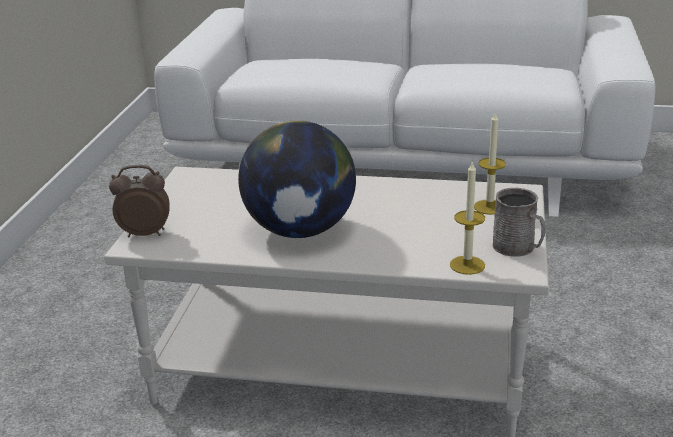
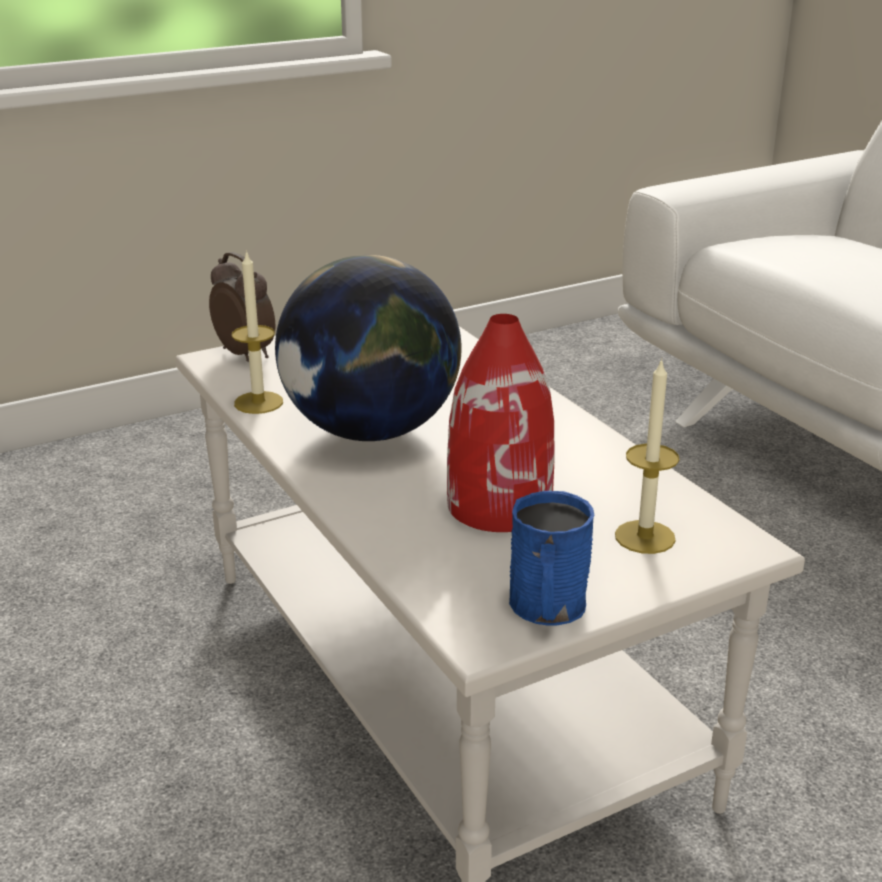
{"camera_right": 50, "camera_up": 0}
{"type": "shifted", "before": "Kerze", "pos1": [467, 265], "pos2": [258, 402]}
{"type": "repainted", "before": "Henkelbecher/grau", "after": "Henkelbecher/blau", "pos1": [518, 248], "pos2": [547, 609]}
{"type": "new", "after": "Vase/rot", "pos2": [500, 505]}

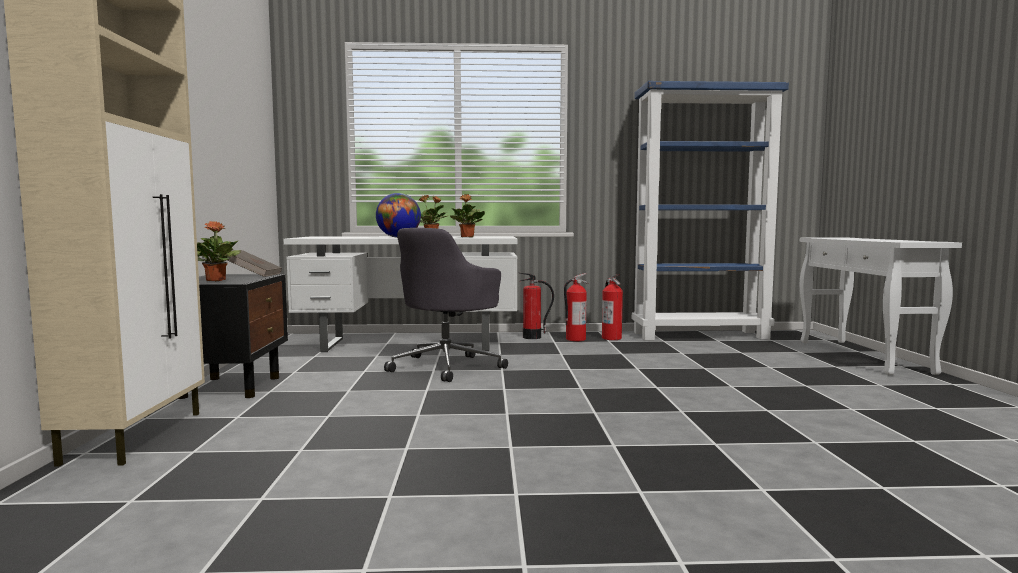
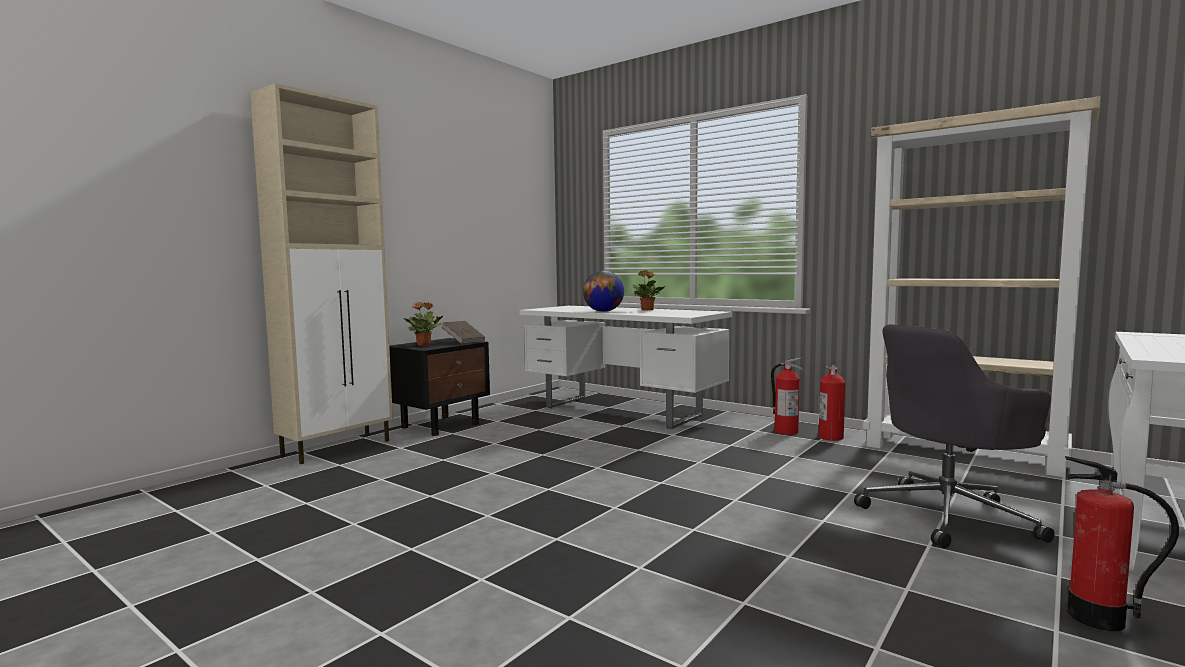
{"camera_right": 40, "camera_up": 0}
{"type": "shifted", "before": "Bürostuhl/grau", "pos1": [447, 366], "pos2": [949, 516]}
{"type": "gone", "before": "Topfpflanze", "pos1": [467, 237]}
{"type": "shifted", "before": "Feuerlöscher", "pos1": [532, 337], "pos2": [1096, 618]}
{"type": "repainted", "before": "Bücherregal/blau", "after": "Bücherregal/beige", "pos1": [700, 335], "pos2": [963, 453]}

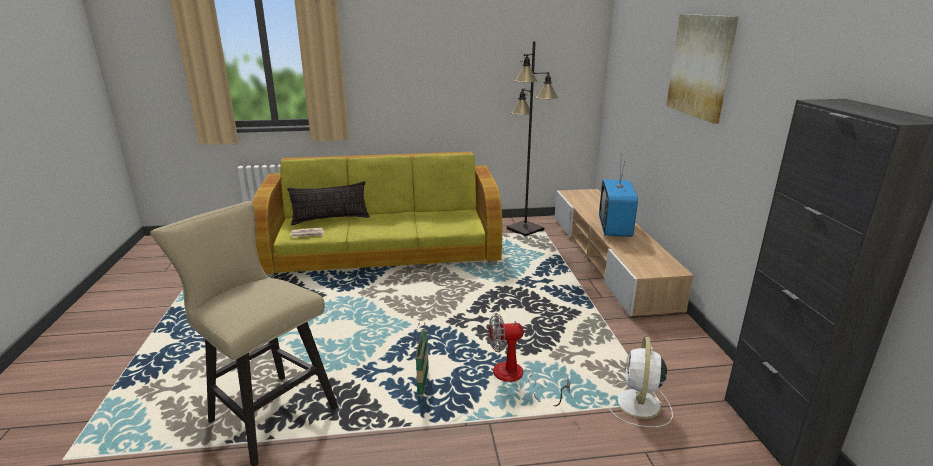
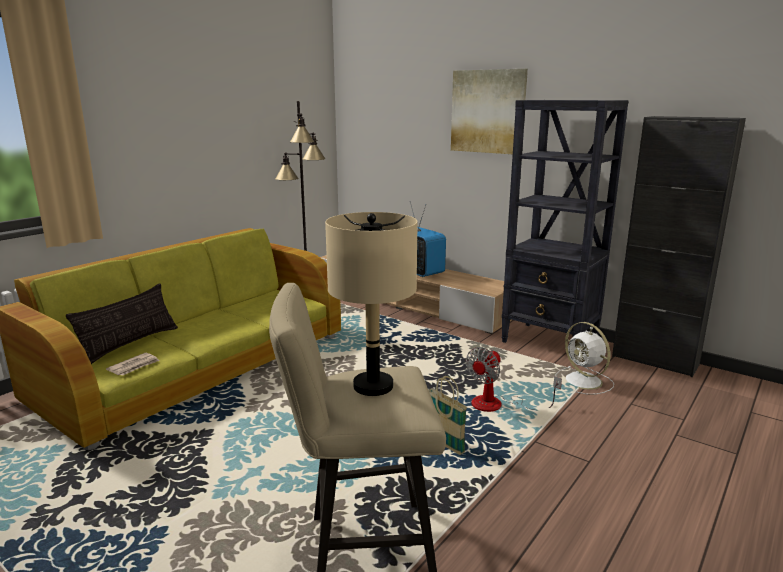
{"camera_right": -45, "camera_up": -5}
{"type": "new", "after": "Tischlampe/beige", "pos2": [373, 386]}
{"type": "new", "after": "Bücherregal/schwarz", "pos2": [550, 342]}

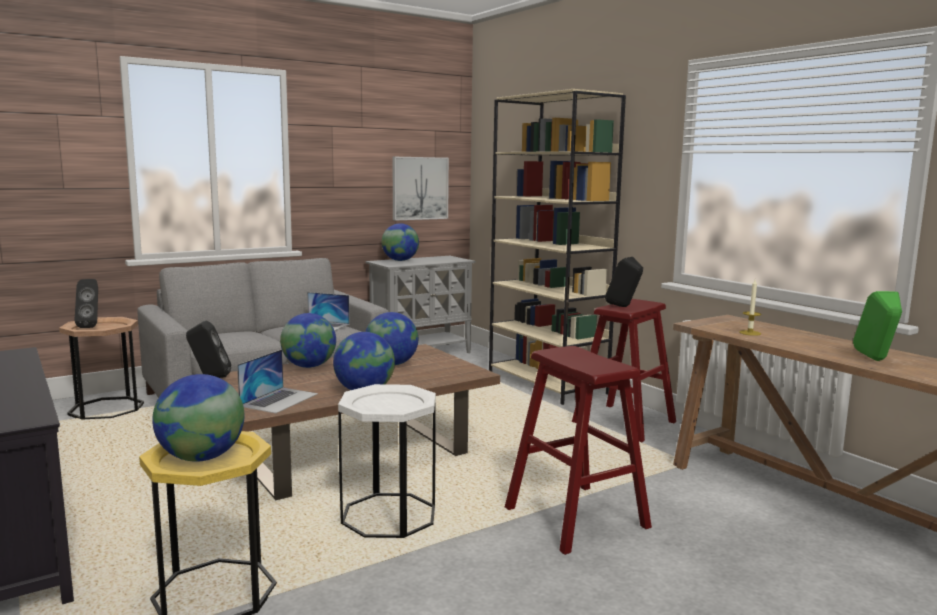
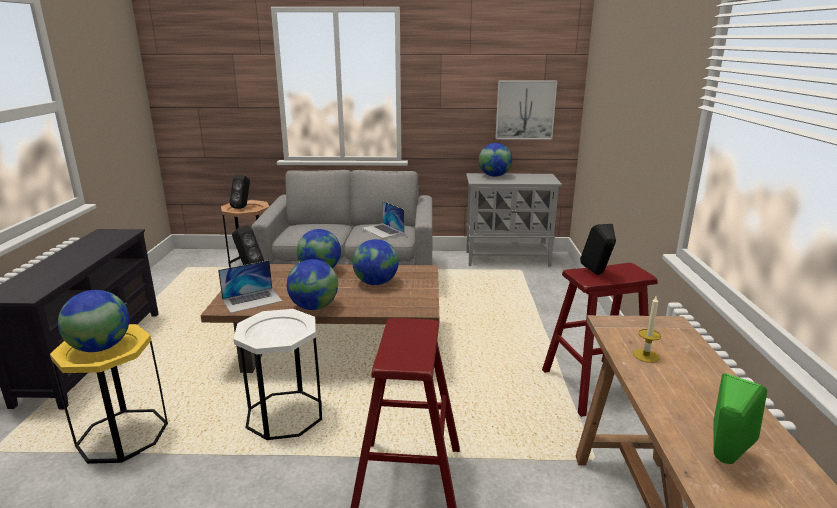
{"camera_right": 35, "camera_up": 10}
{"type": "gone", "before": "Bücherregal/beige", "pos1": [547, 383]}

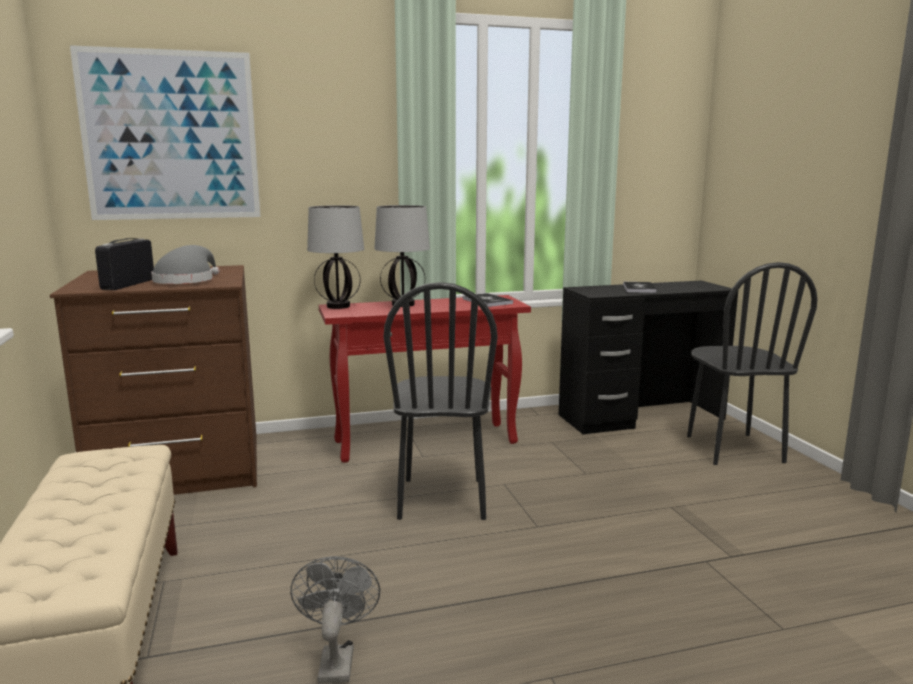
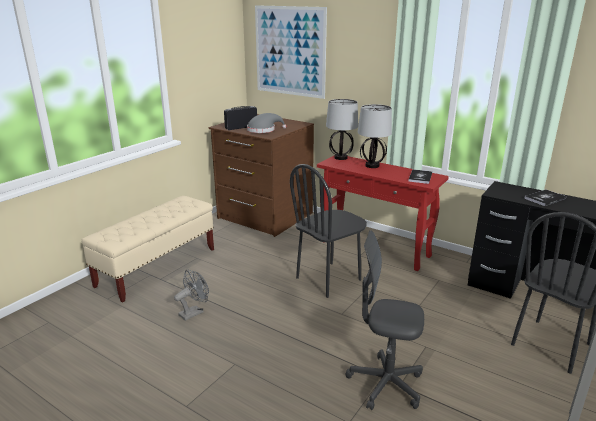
{"camera_right": 50, "camera_up": 10}
{"type": "new", "after": "Bürostuhl/grau", "pos2": [385, 384]}

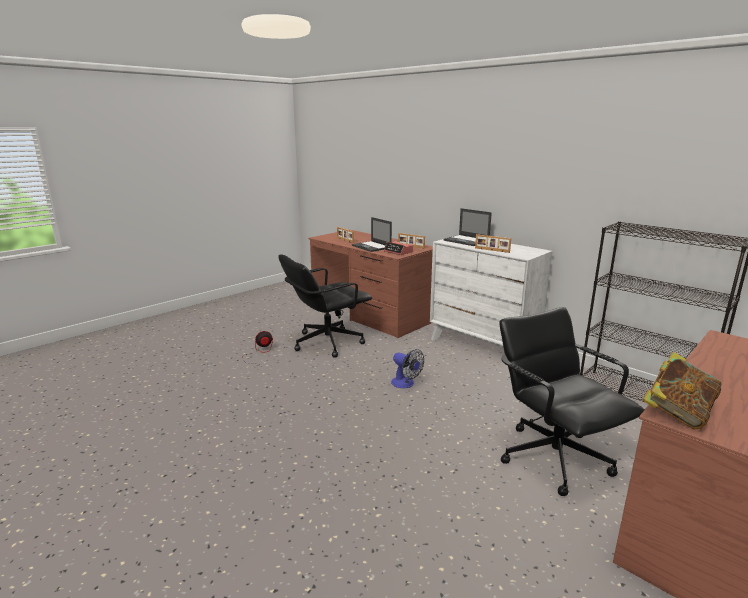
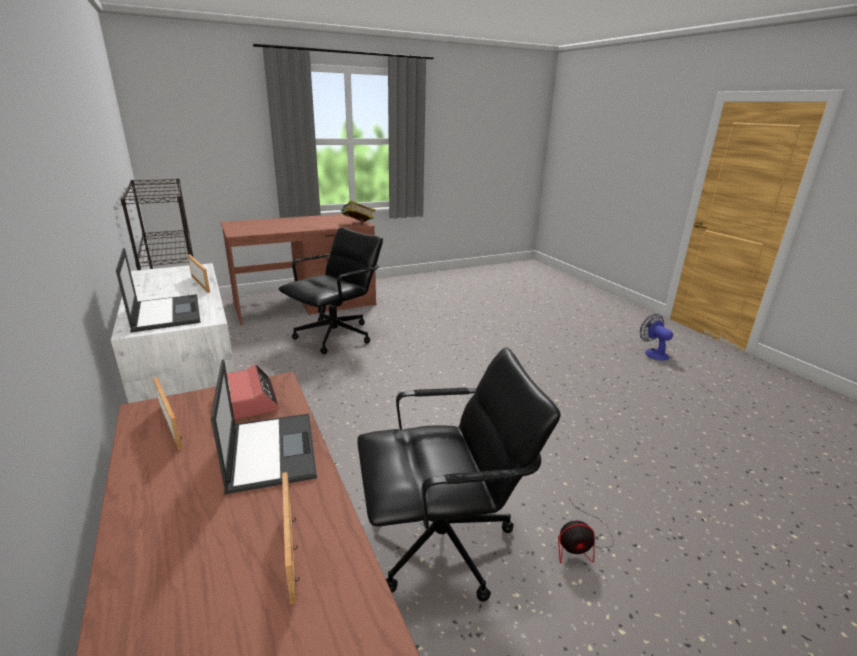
{"camera_right": -160, "camera_up": 5}
{"type": "shifted", "before": "Ventilator", "pos1": [405, 384], "pos2": [653, 353]}
{"type": "rotated", "before": "Bürostuhl/schwarz", "pos1": [554, 457], "pos2": [336, 336], "turn": -135}

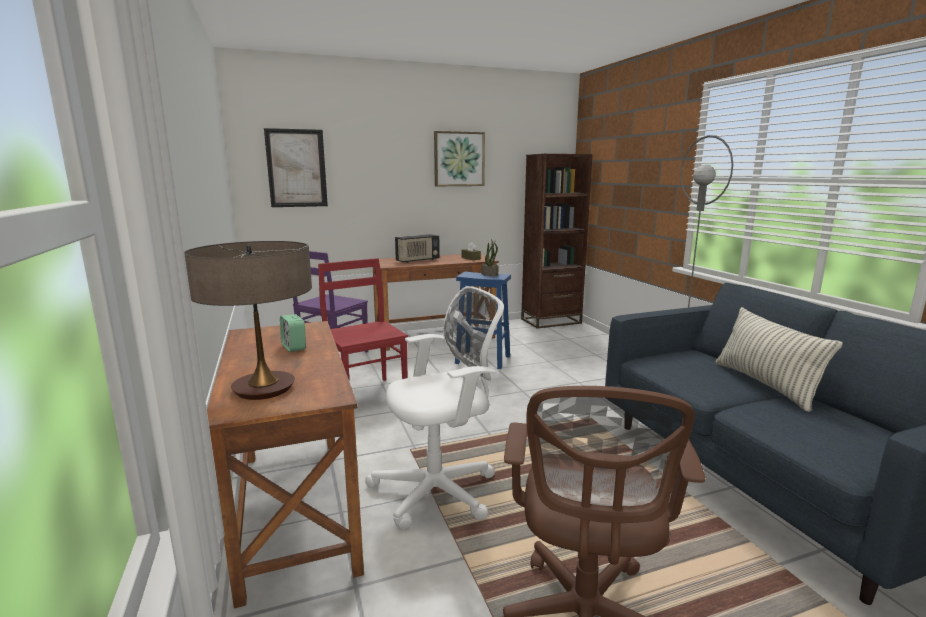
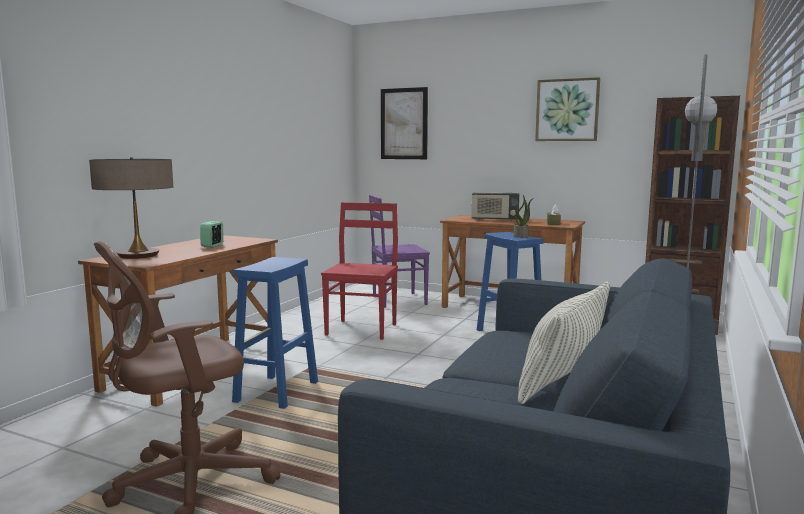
{"camera_right": 45, "camera_up": -5}
{"type": "swapped", "before": "Bürostuhl/weiß", "after": "Hocker/blau", "pos1": [440, 490], "pos2": [276, 392]}

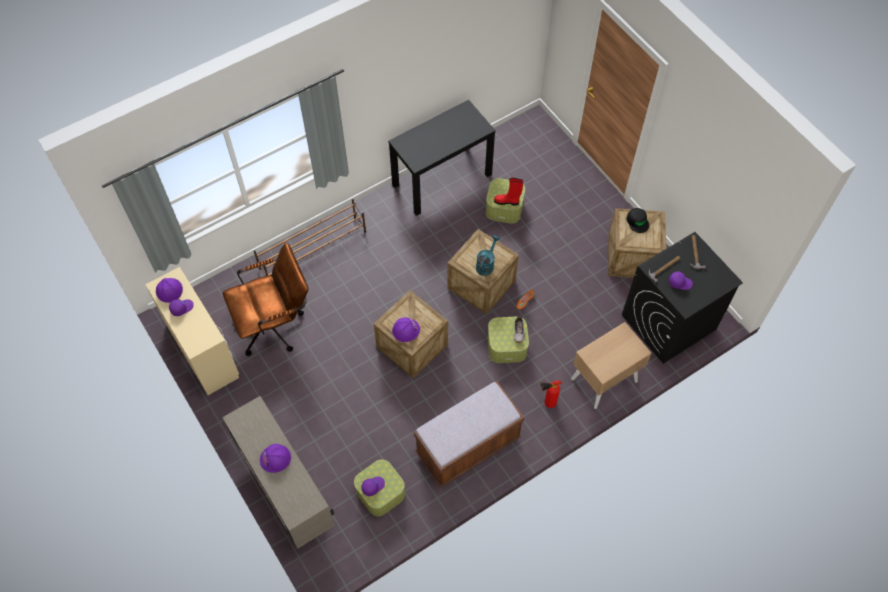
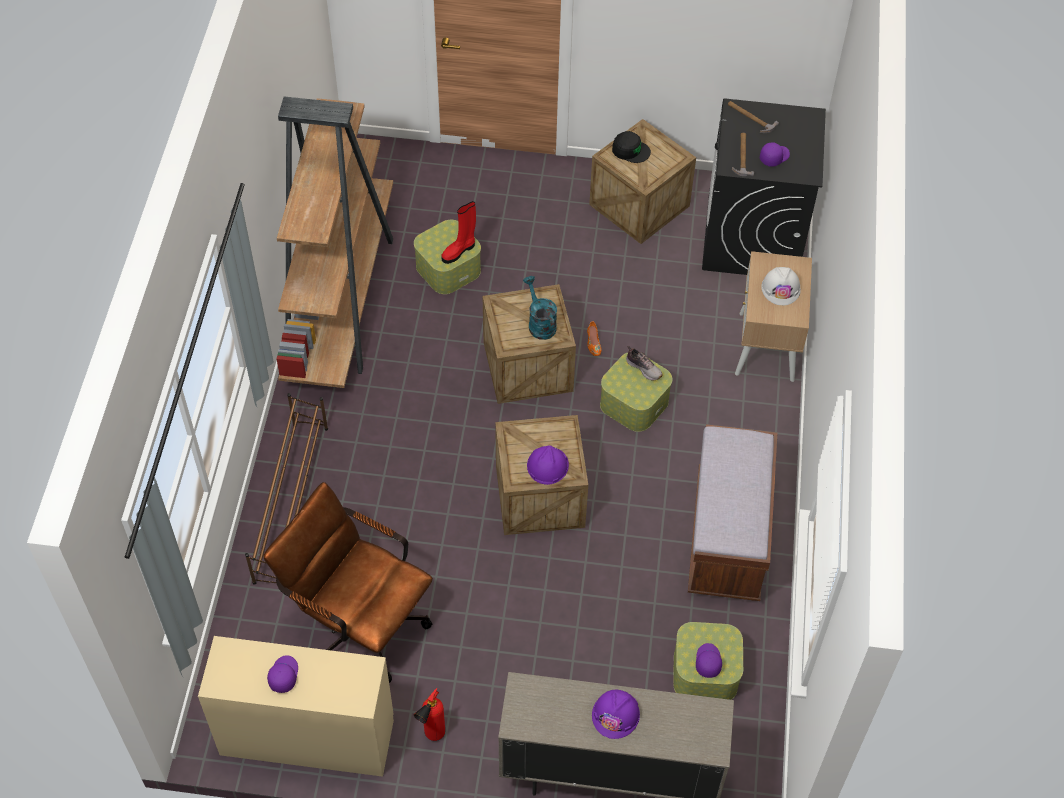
{"camera_right": -50, "camera_up": -5}
{"type": "gone", "before": "Schutzhelm/lila", "pos1": [169, 290]}
{"type": "rotated", "before": "Bürostuhl/braun", "pos1": [275, 325], "pos2": [358, 623], "turn": -75}
{"type": "swapped", "before": "Konsolentisch/schwarz", "after": "Bücherregal/braun", "pos1": [442, 179], "pos2": [340, 298]}
{"type": "shifted", "before": "Feuerlöscher", "pos1": [547, 403], "pos2": [432, 736]}
{"type": "new", "after": "Schutzhelm/weiß", "pos2": [781, 288]}

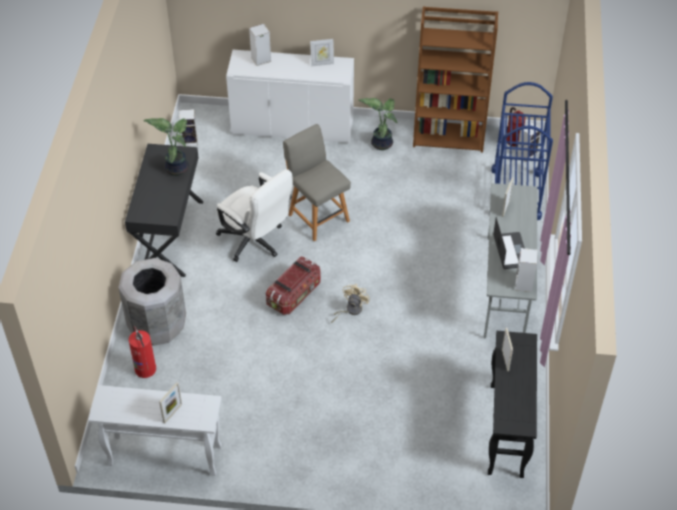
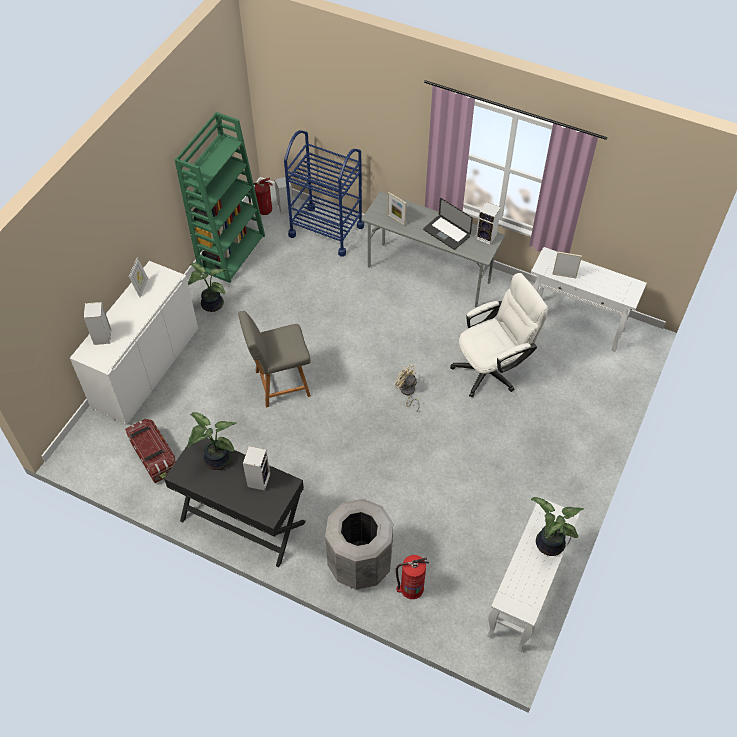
{"camera_right": -70, "camera_up": 5}
{"type": "swapped", "before": "Bilderrahmen", "after": "Topfpflanze", "pos1": [172, 413], "pos2": [547, 544]}
{"type": "shifted", "before": "Lautsprecher", "pos1": [190, 141], "pos2": [258, 479]}
{"type": "shifted", "before": "Bürostuhl/weiß", "pos1": [255, 242], "pos2": [492, 368]}
{"type": "shifted", "before": "Aufbewahrungsbox", "pos1": [294, 294], "pos2": [154, 457]}
{"type": "repainted", "before": "Bücherregal/braun", "after": "Bücherregal/grün", "pos1": [449, 136], "pos2": [231, 252]}
{"type": "repainted", "before": "Konsolentisch/schwarz", "after": "Konsolentisch/weiß", "pos1": [506, 431], "pos2": [576, 325]}
{"type": "rotated", "before": "Laptop", "pos1": [510, 251], "pos2": [446, 233], "turn": -150}

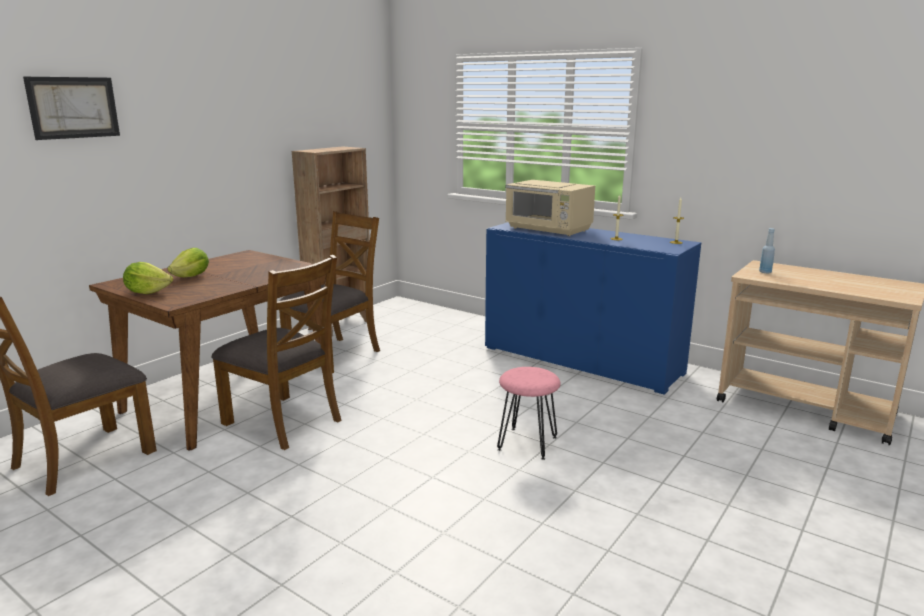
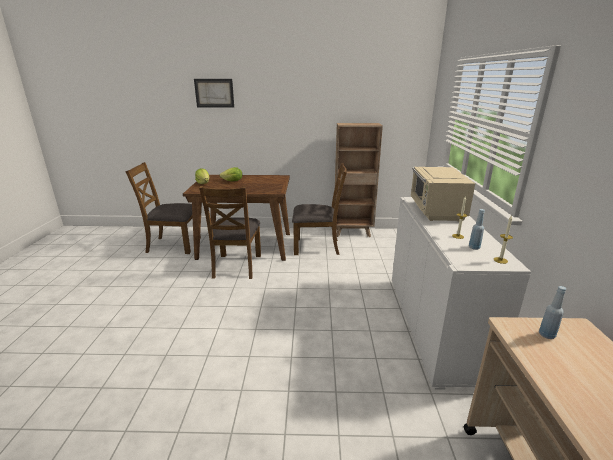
{"camera_right": 55, "camera_up": 5}
{"type": "repainted", "before": "Schrank/blau", "after": "Schrank/weiß", "pos1": [581, 360], "pos2": [433, 325]}
{"type": "gone", "before": "Hocker/rosa", "pos1": [527, 443]}
{"type": "new", "after": "Flasche/blau", "pos2": [474, 247]}

